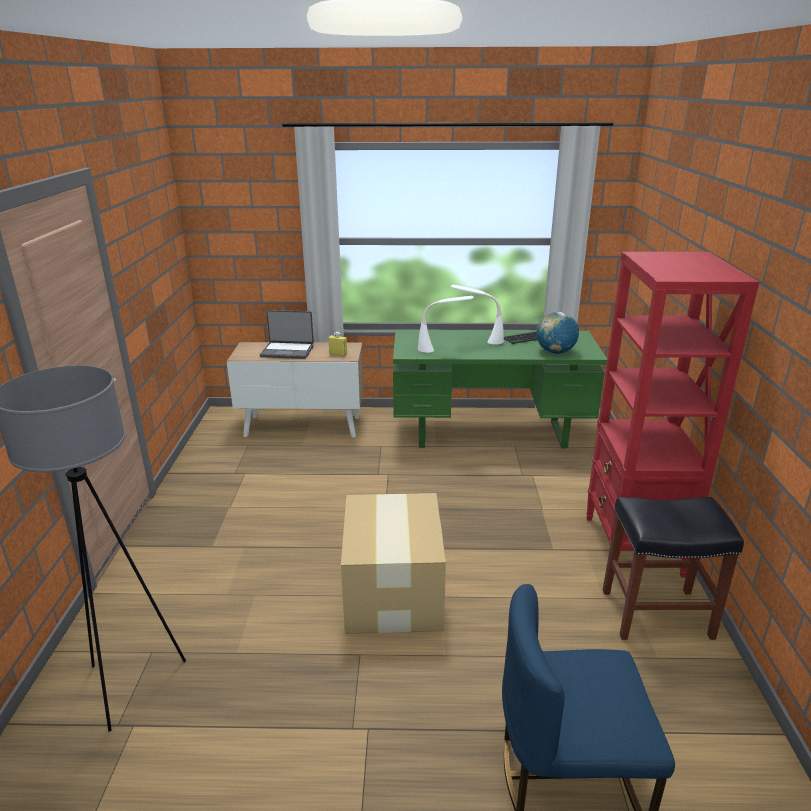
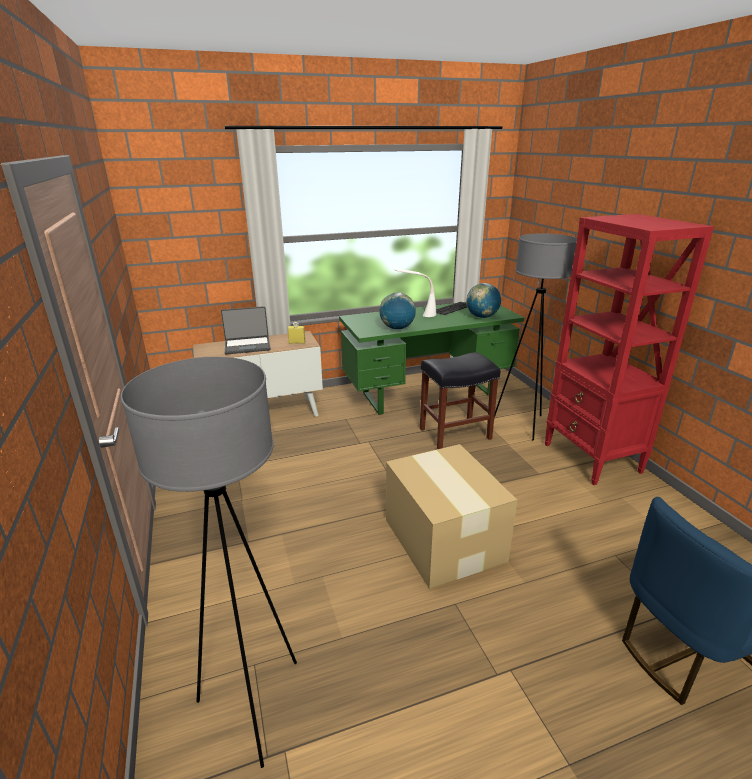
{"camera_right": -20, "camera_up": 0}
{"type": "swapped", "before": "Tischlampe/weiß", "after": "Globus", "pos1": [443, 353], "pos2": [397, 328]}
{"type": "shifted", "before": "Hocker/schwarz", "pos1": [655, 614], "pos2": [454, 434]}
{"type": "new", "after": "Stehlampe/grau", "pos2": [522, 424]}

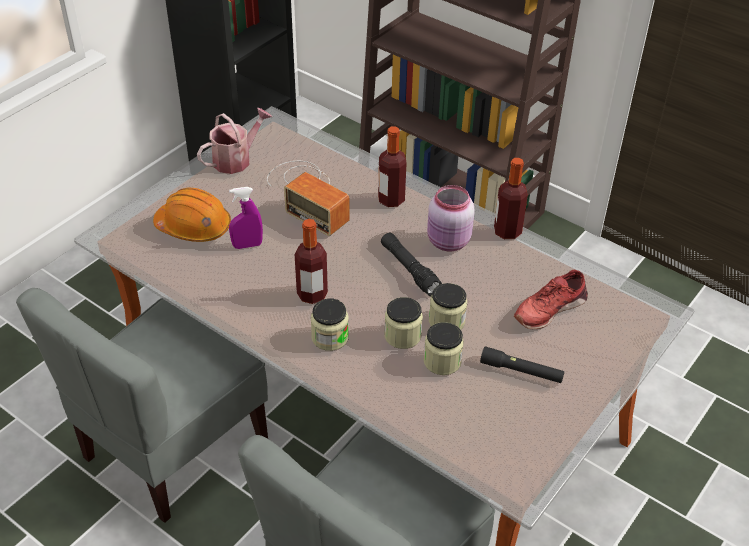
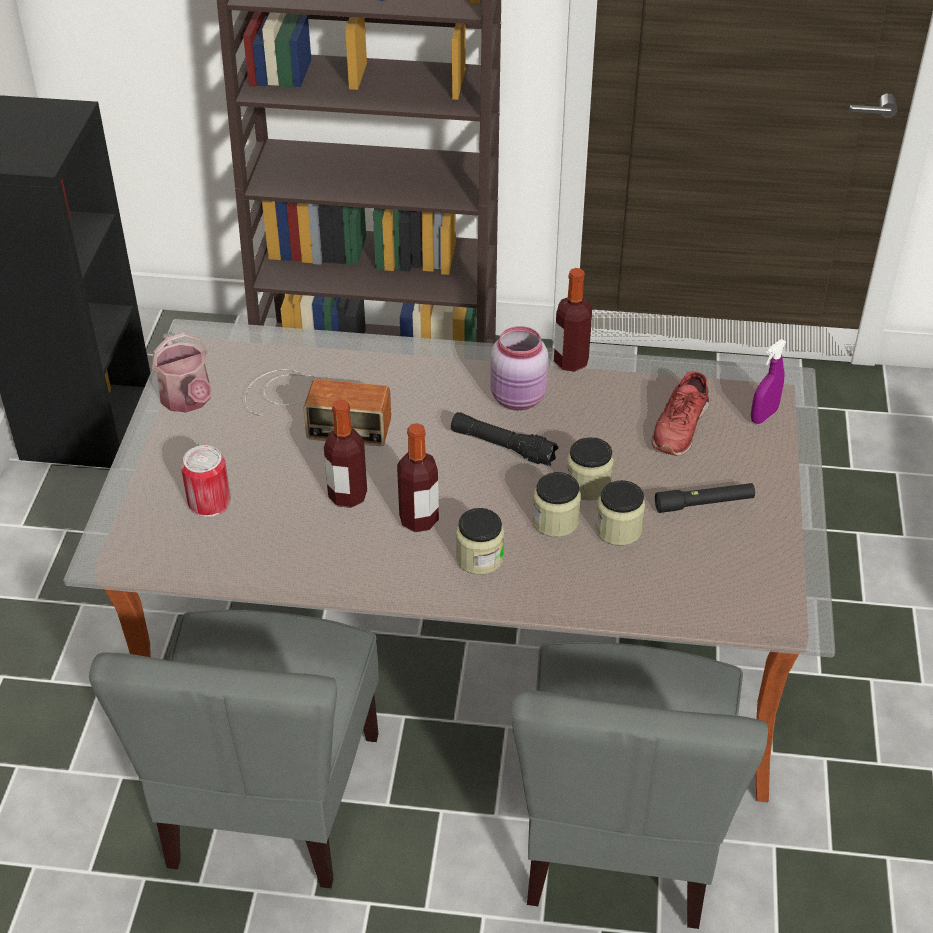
{"camera_right": -30, "camera_up": 0}
{"type": "swapped", "before": "Schutzhelm/orange", "after": "Dose", "pos1": [194, 227], "pos2": [209, 502]}
{"type": "rotated", "before": "Gießkanne", "pos1": [236, 159], "pos2": [188, 400], "turn": 135}
{"type": "shifted", "before": "Sprühflasche/lila", "pos1": [247, 245], "pos2": [763, 416]}
{"type": "shifted", "before": "Flasche", "pos1": [391, 200], "pos2": [347, 496]}

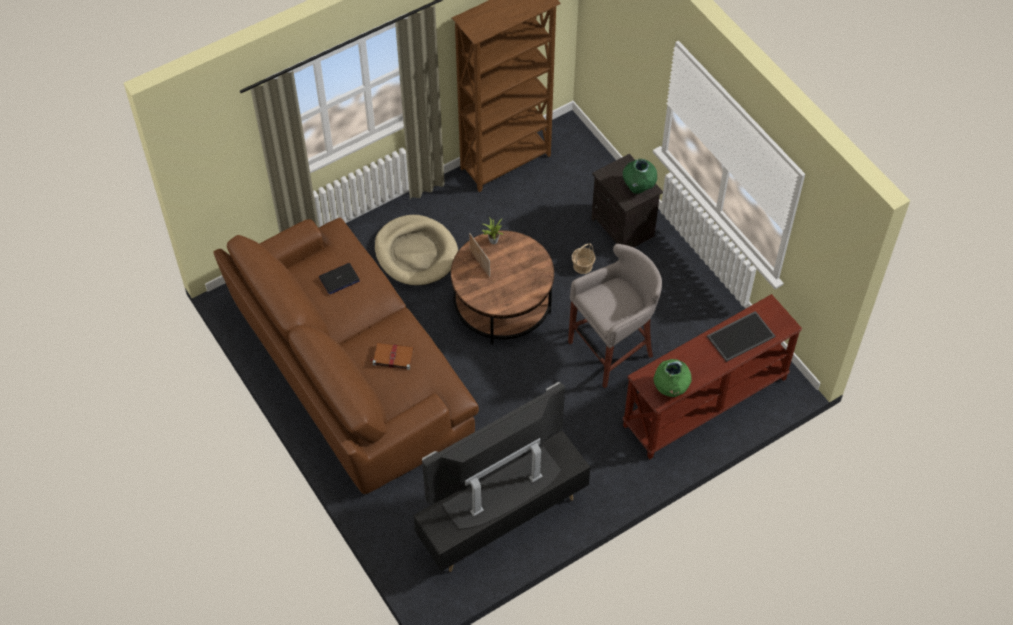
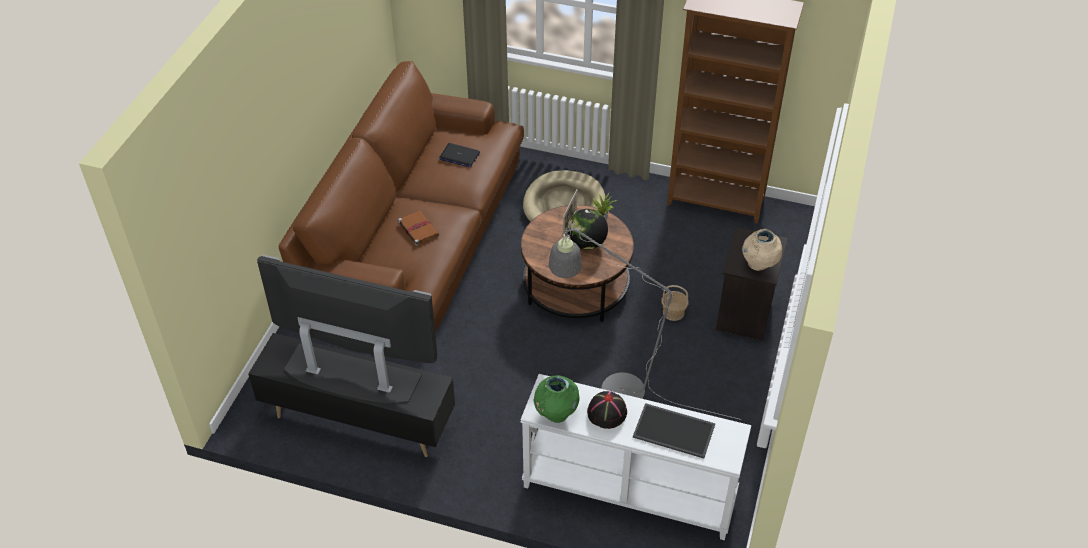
{"camera_right": 50, "camera_up": -10}
{"type": "swapped", "before": "Hocker/grau", "after": "Stehlampe/grau", "pos1": [613, 350], "pos2": [611, 387]}
{"type": "repainted", "before": "Vase/grün", "after": "Vase/beige", "pos1": [638, 187], "pos2": [759, 265]}
{"type": "repainted", "before": "Konsolentisch/braun", "after": "Konsolentisch/weiß", "pos1": [705, 403], "pos2": [628, 492]}
{"type": "new", "after": "Globus", "pos2": [586, 243]}
{"type": "new", "after": "Hut/schwarz", "pos2": [607, 413]}

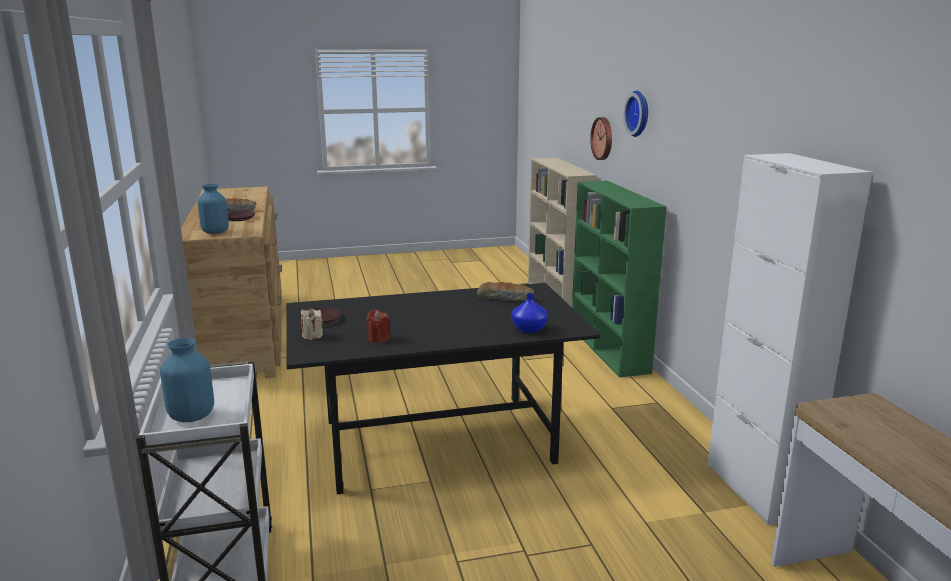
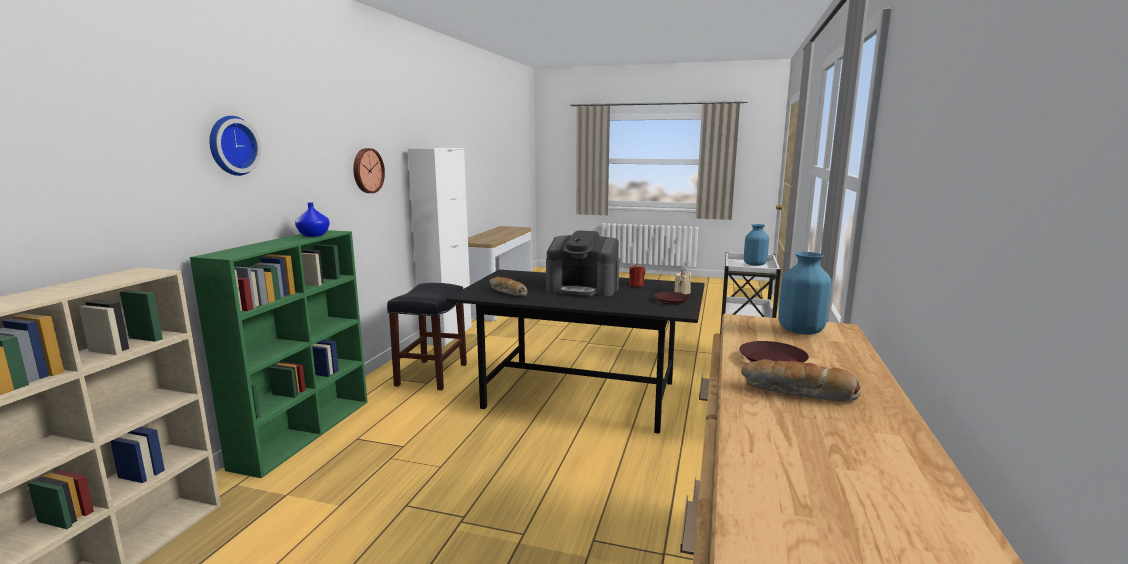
{"camera_right": -150, "camera_up": -5}
{"type": "shifted", "before": "Vase/blau", "pos1": [529, 329], "pos2": [313, 235]}
{"type": "shifted", "before": "Wanduhr", "pos1": [603, 138], "pos2": [367, 170]}
{"type": "new", "after": "Hocker/schwarz", "pos2": [432, 374]}
{"type": "new", "after": "Kaffeemaschine", "pos2": [583, 288]}

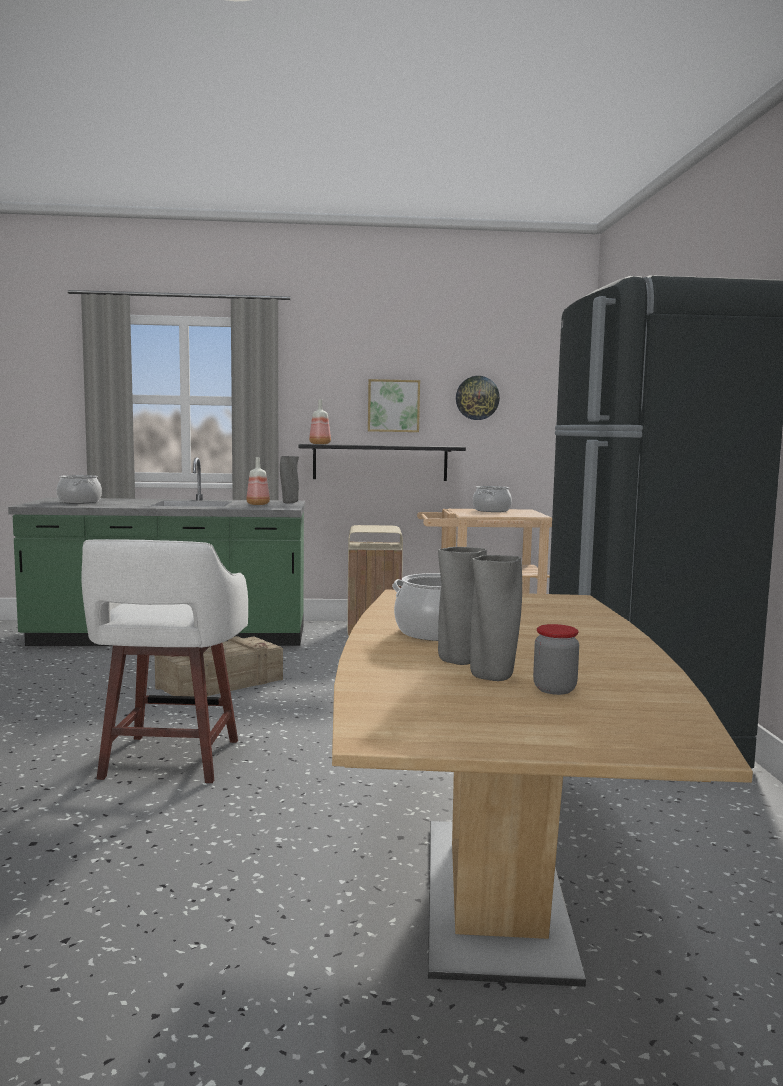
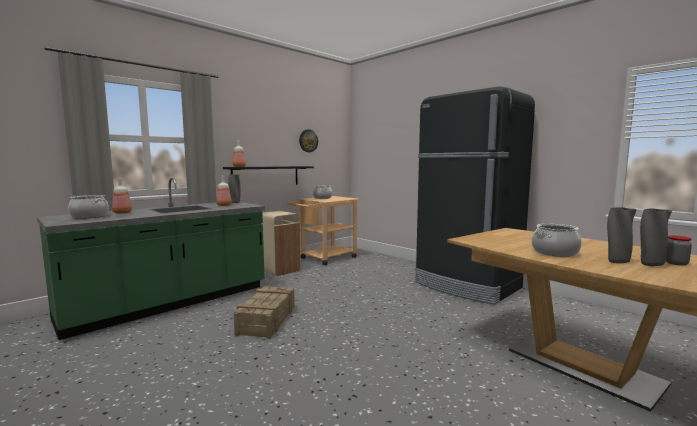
{"camera_right": -40, "camera_up": 0}
{"type": "gone", "before": "Hocker/weiß", "pos1": [169, 761]}
{"type": "gone", "before": "Bild", "pos1": [393, 406]}
{"type": "new", "after": "Flasche", "pos2": [121, 212]}

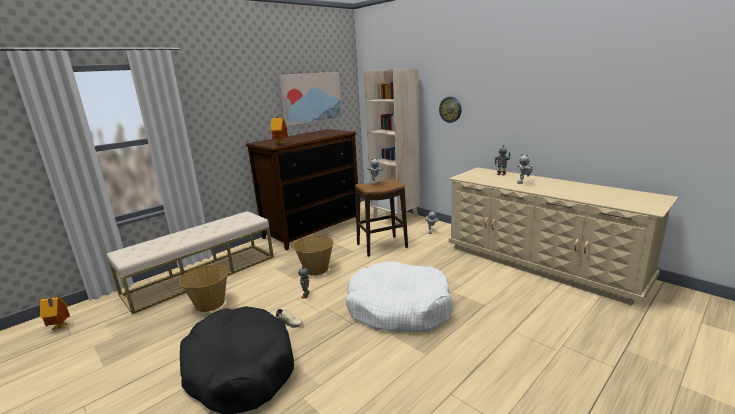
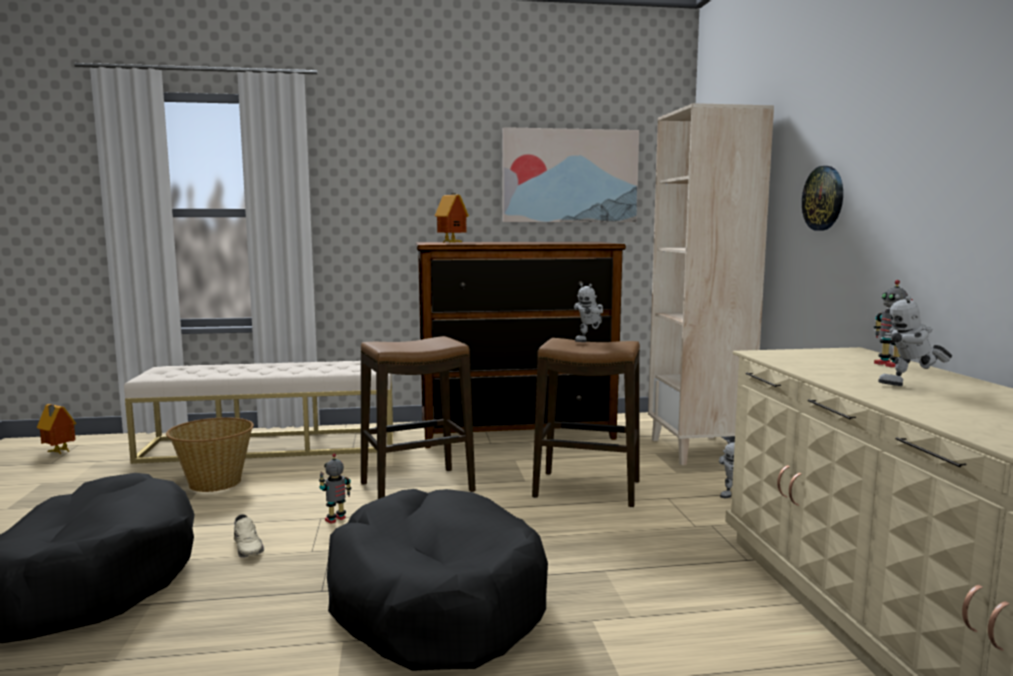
{"camera_right": 35, "camera_up": -10}
{"type": "swapped", "before": "Korb", "after": "Hocker", "pos1": [315, 269], "pos2": [417, 487]}
{"type": "repainted", "before": "Hundebett/weiß", "after": "Hundebett/schwarz", "pos1": [398, 308], "pos2": [435, 602]}

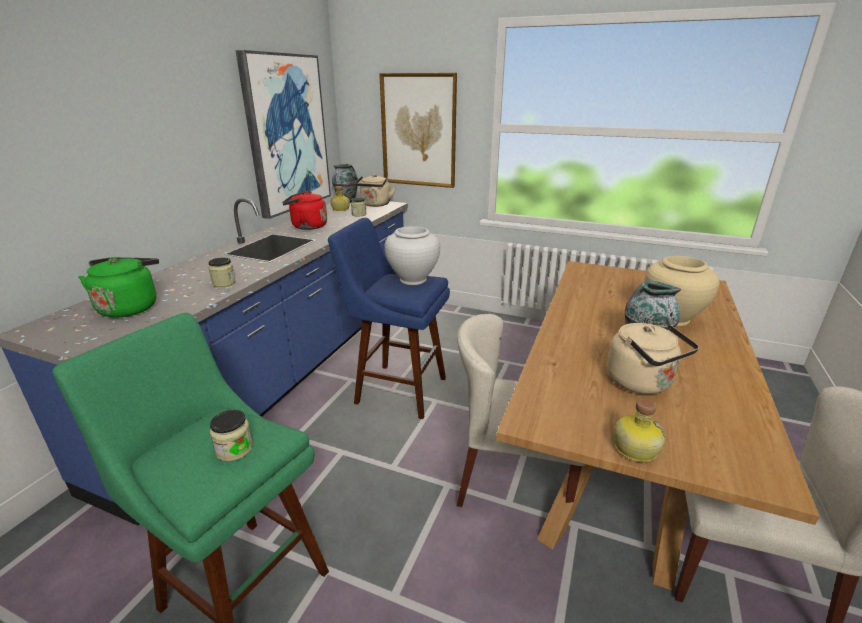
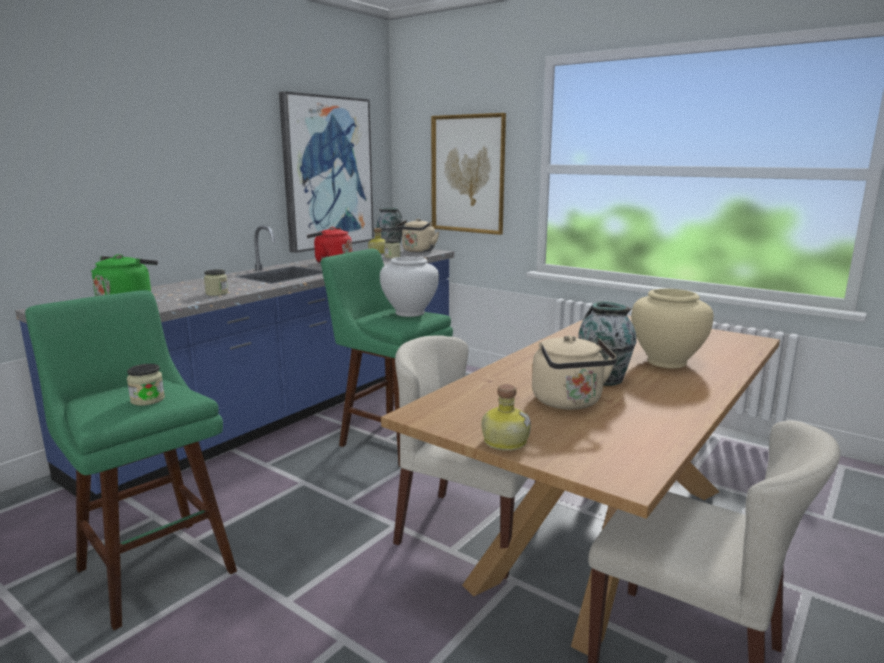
{"camera_right": 15, "camera_up": -10}
{"type": "repainted", "before": "Hocker/blau", "after": "Hocker/grün", "pos1": [396, 389], "pos2": [390, 439]}

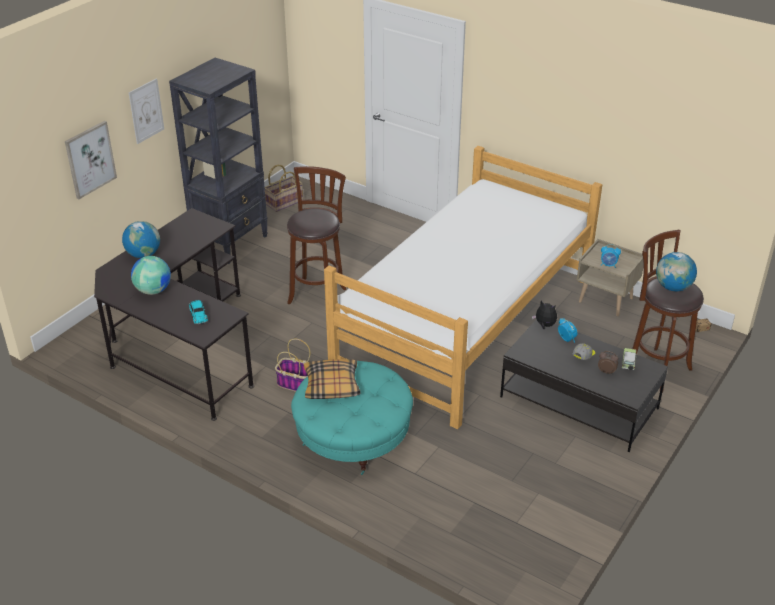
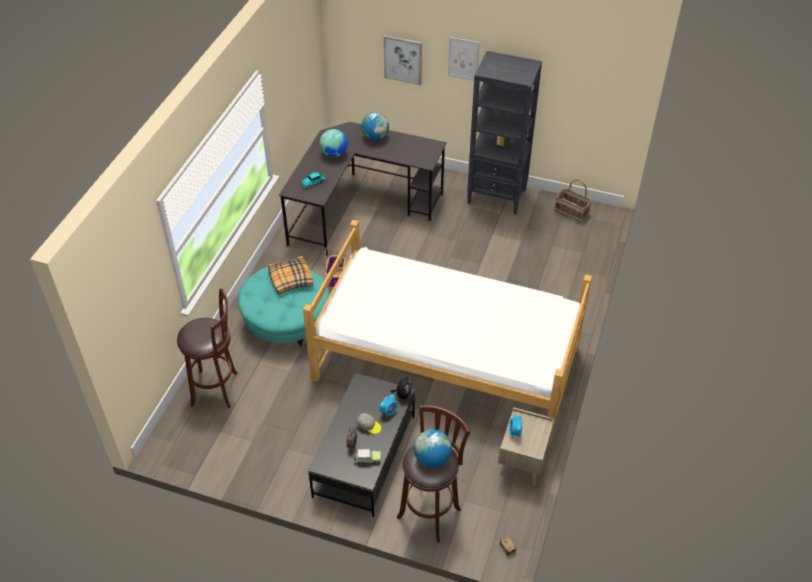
{"camera_right": 75, "camera_up": 10}
{"type": "shifted", "before": "Hocker/braun", "pos1": [318, 294], "pos2": [217, 389]}

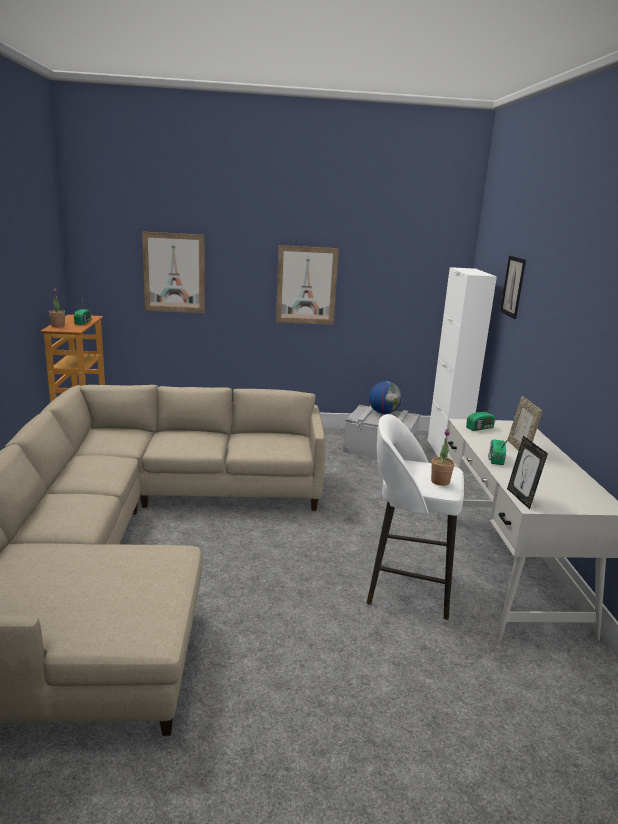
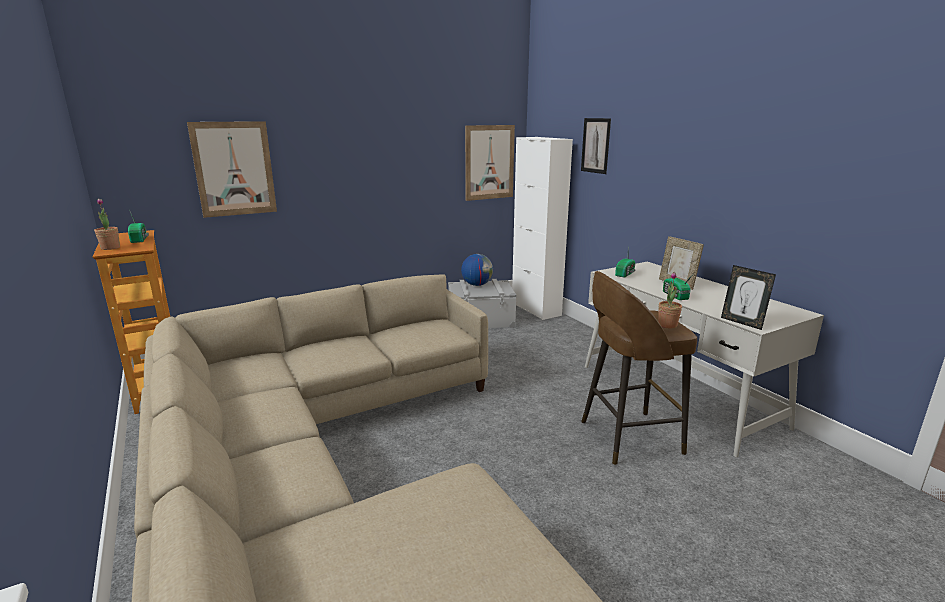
{"camera_right": -25, "camera_up": 0}
{"type": "shifted", "before": "Bild", "pos1": [306, 285], "pos2": [489, 162]}
{"type": "repainted", "before": "Hocker/weiß", "after": "Hocker/braun", "pos1": [406, 587], "pos2": [627, 437]}

